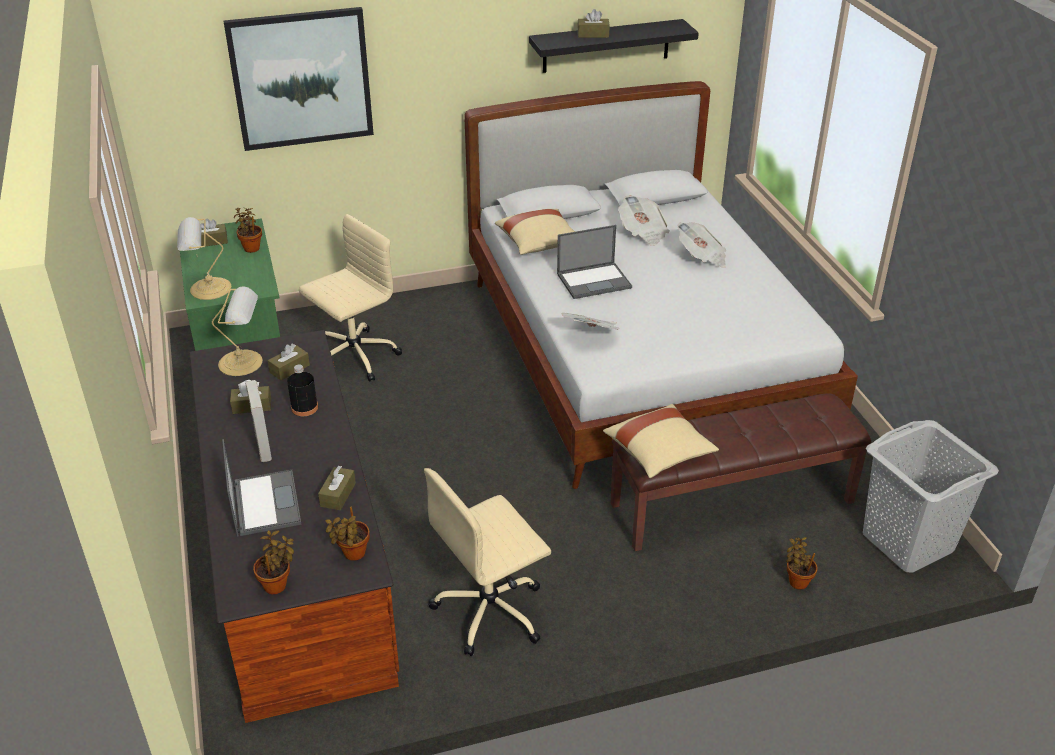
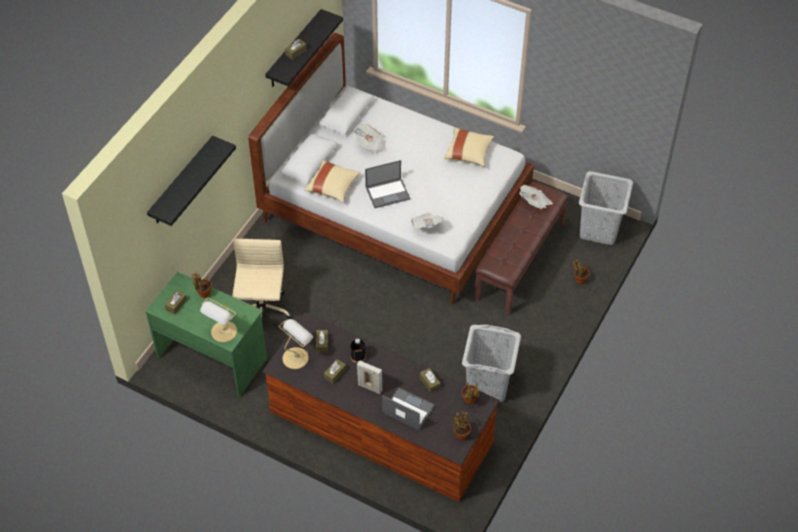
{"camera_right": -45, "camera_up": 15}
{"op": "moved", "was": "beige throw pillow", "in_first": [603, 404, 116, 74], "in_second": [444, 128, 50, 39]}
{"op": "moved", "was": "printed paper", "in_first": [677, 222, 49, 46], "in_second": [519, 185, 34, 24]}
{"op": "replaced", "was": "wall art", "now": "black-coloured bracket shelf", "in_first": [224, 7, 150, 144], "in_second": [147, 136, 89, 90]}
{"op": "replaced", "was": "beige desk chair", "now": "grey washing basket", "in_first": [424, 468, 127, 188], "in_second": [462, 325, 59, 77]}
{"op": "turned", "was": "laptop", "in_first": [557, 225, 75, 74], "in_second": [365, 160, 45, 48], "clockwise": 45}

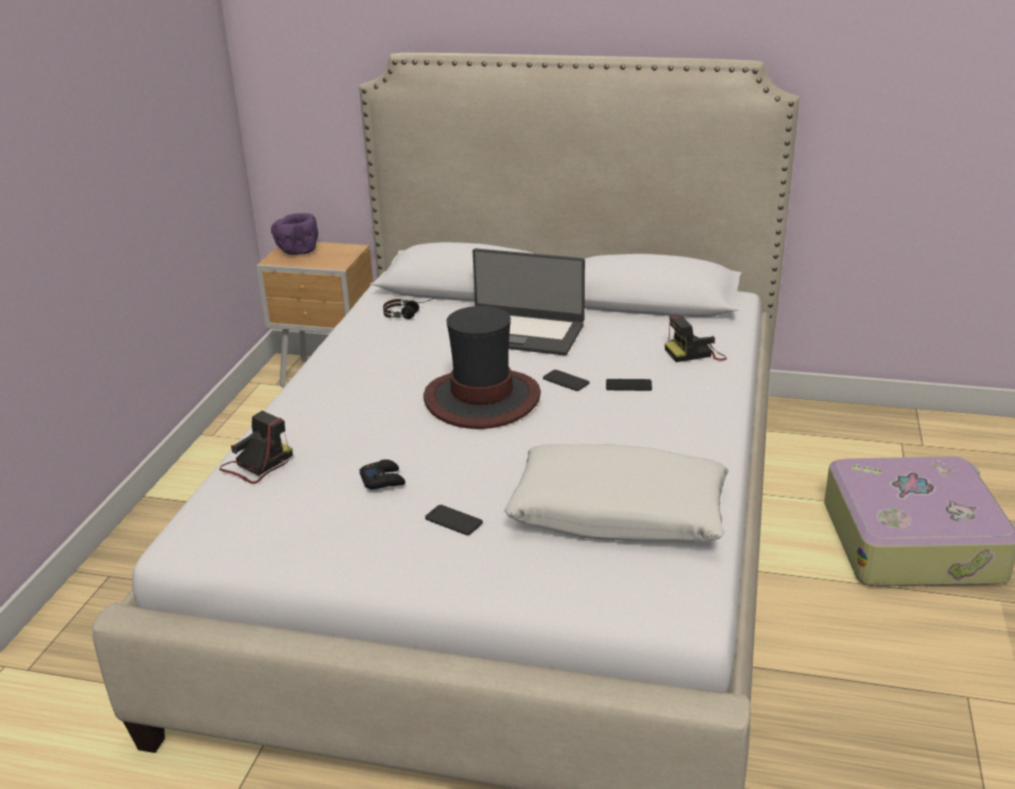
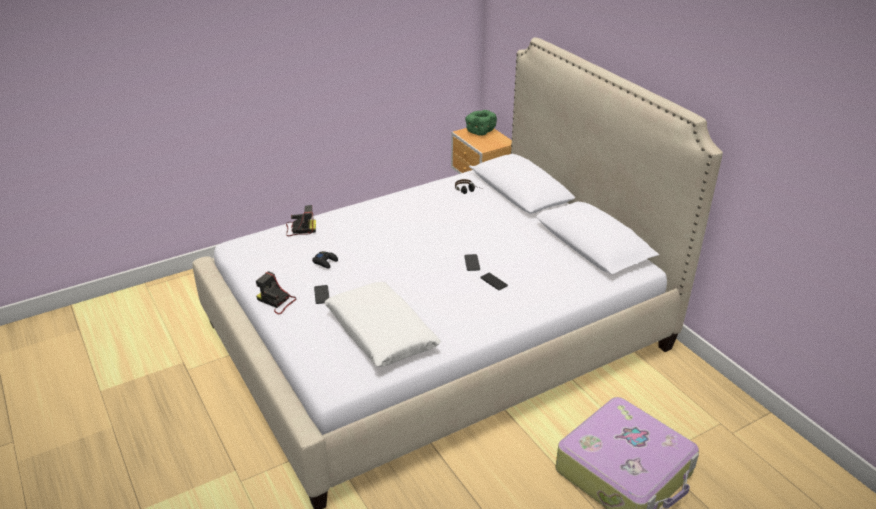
{"camera_right": 45, "camera_up": 5}
{"op": "removed", "was": "hat", "in_first": [423, 306, 118, 123]}
{"op": "removed", "was": "laptop", "in_first": [473, 248, 112, 107]}
{"op": "moved", "was": "still camera", "in_first": [665, 315, 62, 47], "in_second": [256, 271, 40, 43]}
{"op": "recoloured", "was": "purple deep dish", "now": "green-coloured deep dish", "in_first": [271, 213, 47, 42], "in_second": [465, 110, 32, 26]}

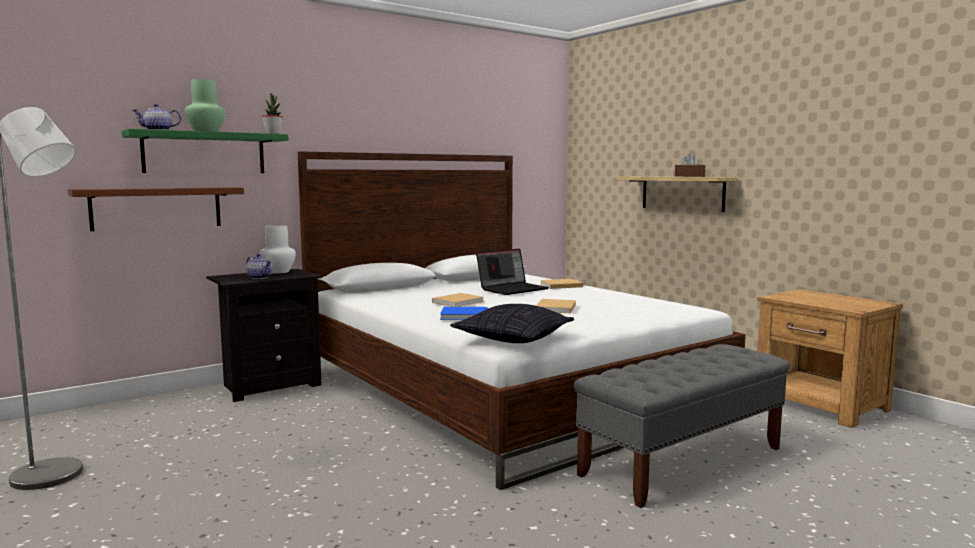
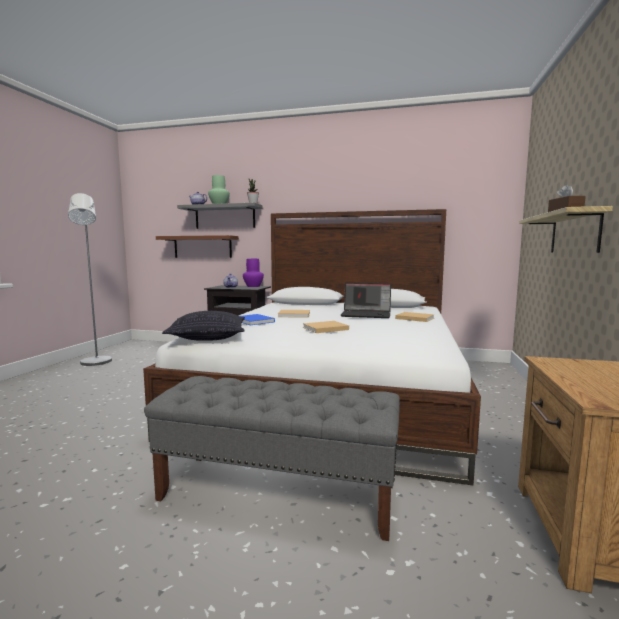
{"camera_right": 50, "camera_up": 0}
{"op": "recoloured", "was": "green-coloured bracket shelf", "now": "grey bracket shelf", "in_first": [122, 129, 167, 44], "in_second": [177, 203, 86, 26]}
{"op": "recoloured", "was": "whitish flower vase", "now": "purple flower vase", "in_first": [259, 225, 37, 49], "in_second": [243, 259, 21, 28]}

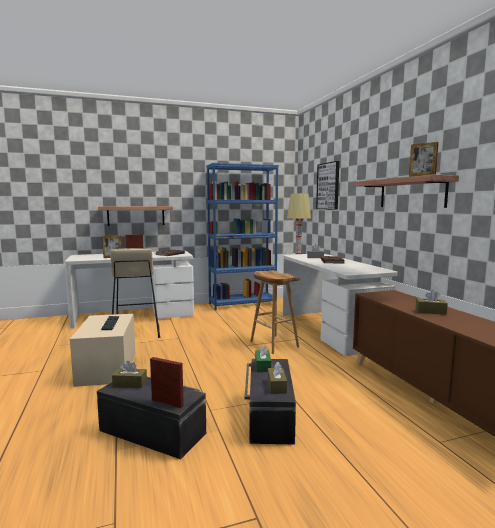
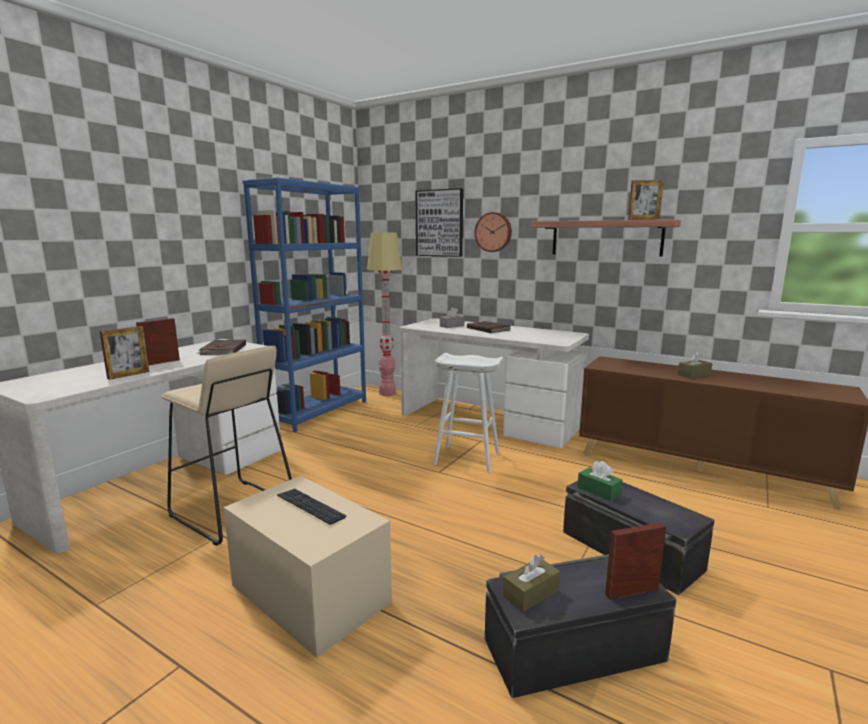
{"camera_right": -40, "camera_up": 5}
{"op": "removed", "was": "bracket shelf", "in_first": [98, 206, 75, 20]}
{"op": "removed", "was": "brown-coloured box of tissues", "in_first": [268, 362, 19, 32]}
{"op": "added", "now": "clock on the wall", "in_second": [474, 212, 38, 40]}
{"op": "recoloured", "was": "brown-coloured stool", "now": "whitish stool", "in_first": [250, 270, 50, 84], "in_second": [434, 353, 69, 120]}

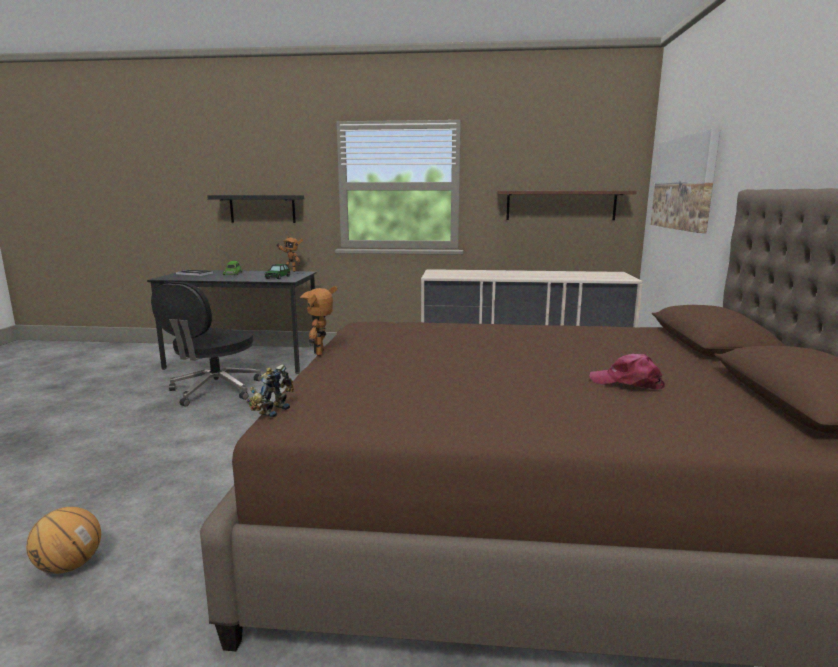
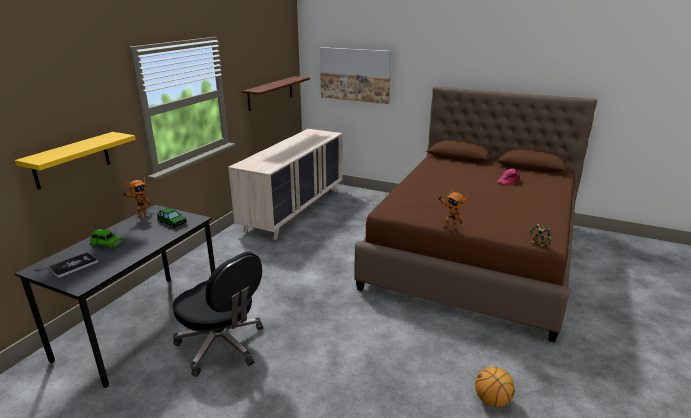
{"camera_right": -70, "camera_up": 10}
{"op": "recoloured", "was": "black-coloured bracket shelf", "now": "yellow bracket shelf", "in_first": [207, 195, 97, 28], "in_second": [15, 132, 121, 58]}

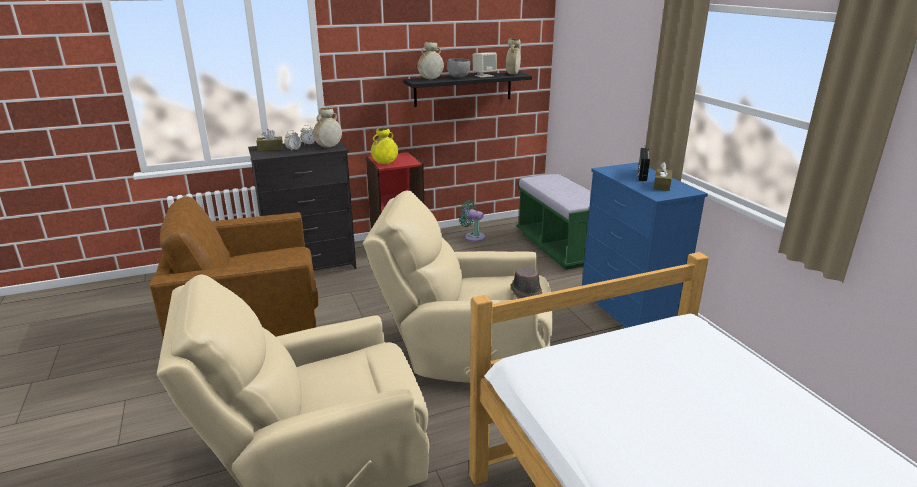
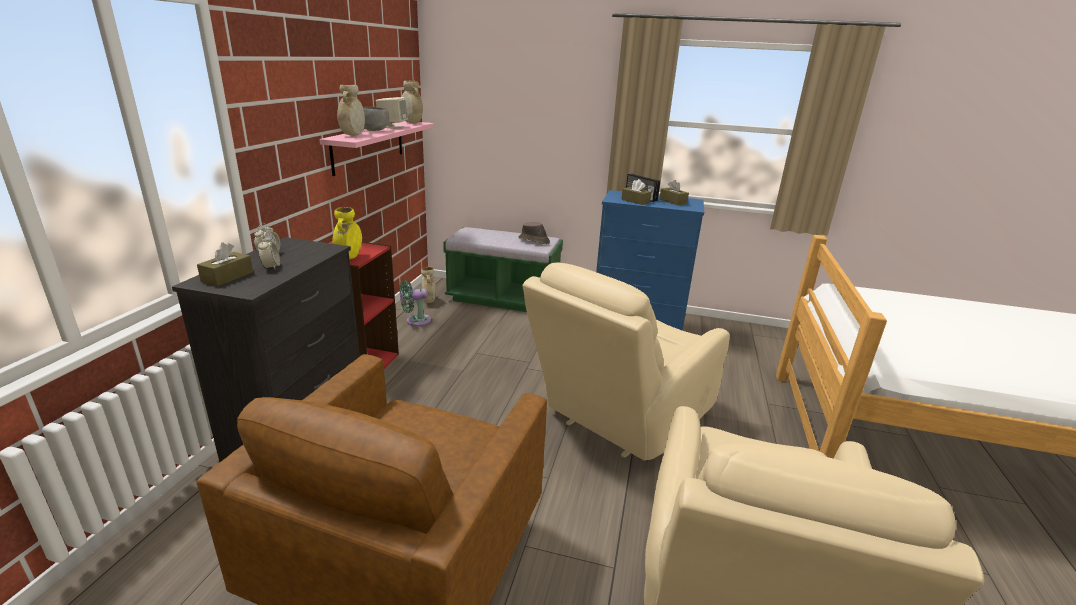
{"camera_right": -55, "camera_up": 0}
{"op": "added", "now": "brown-coloured box of tissues", "in_second": [621, 179, 30, 26]}
{"op": "moved", "was": "beige flower vase", "in_first": [313, 108, 29, 40], "in_second": [421, 267, 15, 36]}
{"op": "moved", "was": "brown-coloured hat", "in_first": [511, 268, 31, 31], "in_second": [519, 222, 31, 22]}
{"op": "recoloured", "was": "black-coloured bracket shelf", "now": "pink bracket shelf", "in_first": [404, 72, 128, 35], "in_second": [319, 121, 115, 55]}

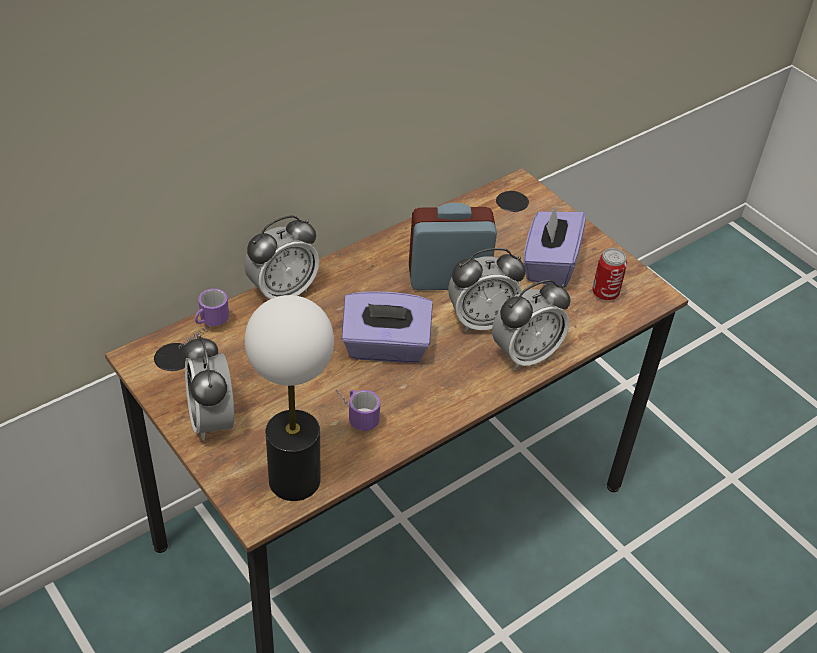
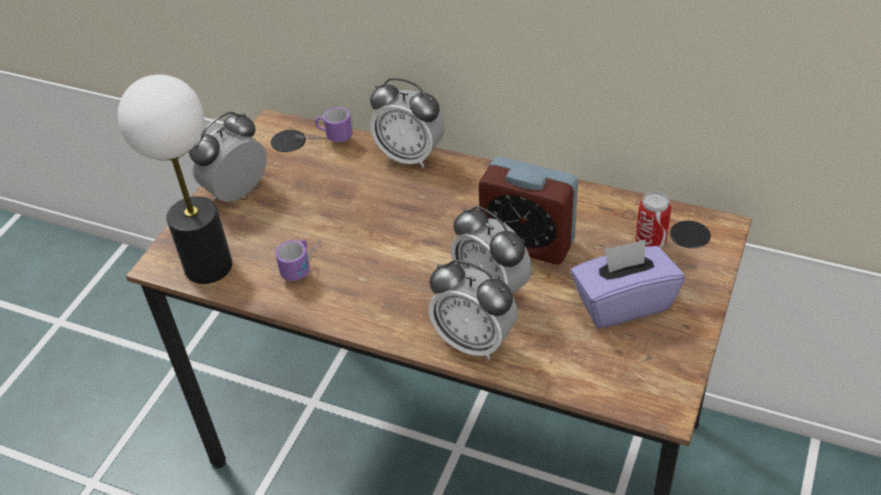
{"camera_right": 65, "camera_up": 0}
{"op": "removed", "was": "purple box of tissues", "in_first": [342, 291, 91, 72]}
{"op": "moved", "was": "metal can", "in_first": [592, 248, 35, 52], "in_second": [635, 191, 36, 57]}
{"op": "turned", "was": "alarm clock", "in_first": [409, 202, 88, 88], "in_second": [479, 157, 99, 107], "clockwise": 150}

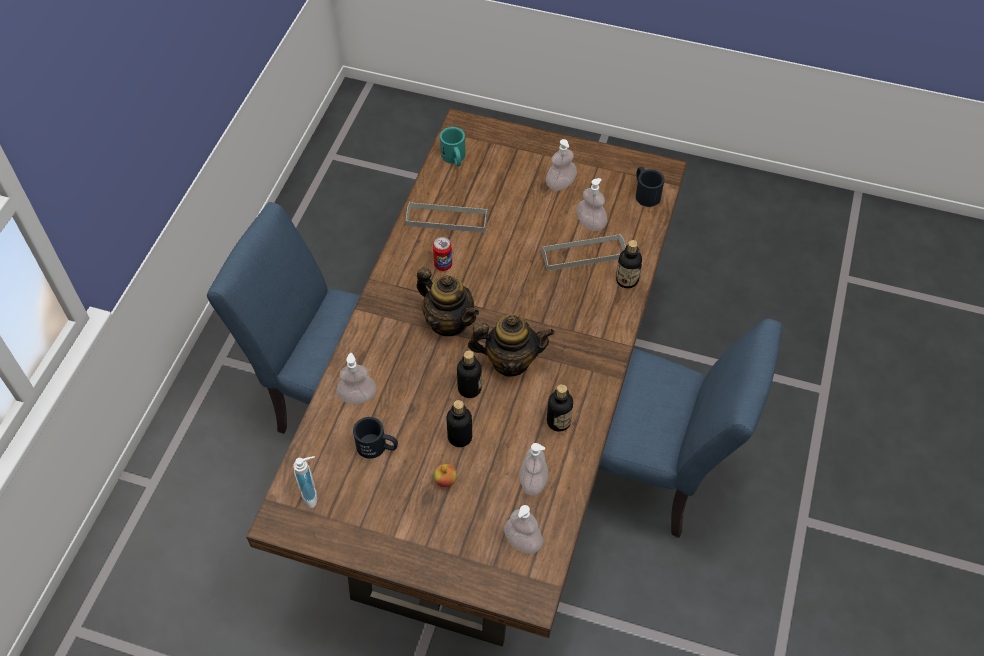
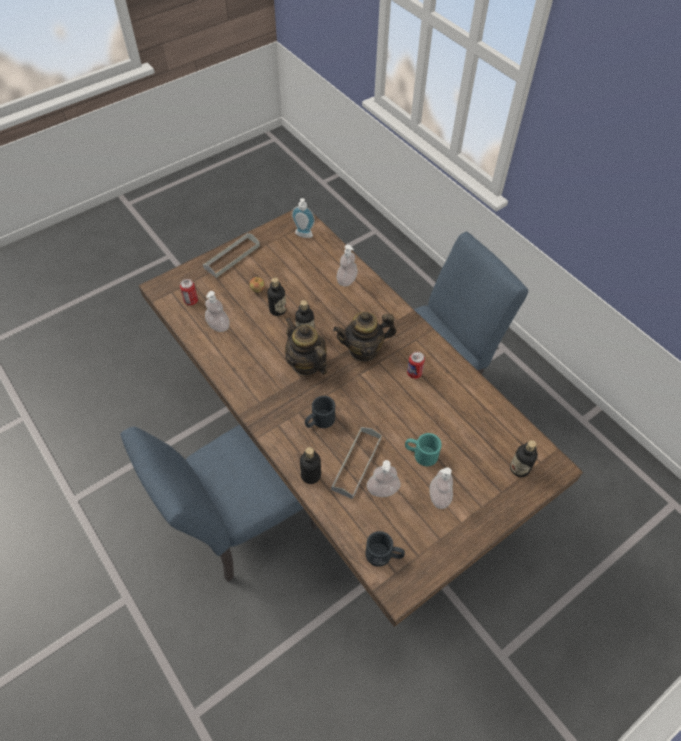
{"camera_right": 125, "camera_up": 0}
{"op": "moved", "was": "black-coloured mug", "in_first": [353, 417, 45, 42], "in_second": [305, 396, 30, 32]}
{"op": "moved", "was": "grey tray", "in_first": [406, 202, 82, 31], "in_second": [203, 233, 57, 45]}
{"op": "moved", "was": "turquoise mug", "in_first": [440, 127, 25, 39], "in_second": [405, 433, 37, 33]}
{"op": "moved", "was": "drink bottle", "in_first": [547, 384, 26, 48], "in_second": [510, 440, 28, 37]}
{"op": "replaced", "was": "liquid soap bottle", "now": "metal can", "in_first": [504, 505, 39, 49], "in_second": [180, 279, 18, 27]}
{"op": "turned", "was": "pot for tea", "in_first": [468, 314, 86, 63], "in_second": [285, 317, 42, 59], "clockwise": 105}

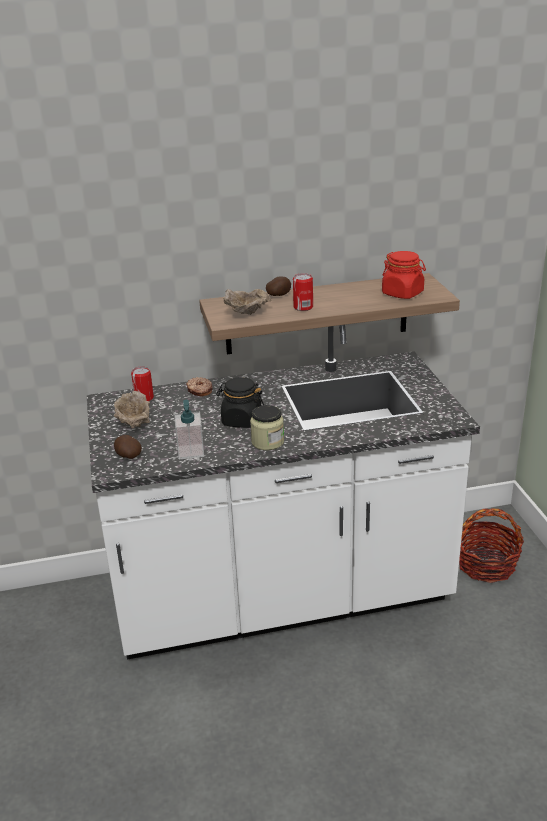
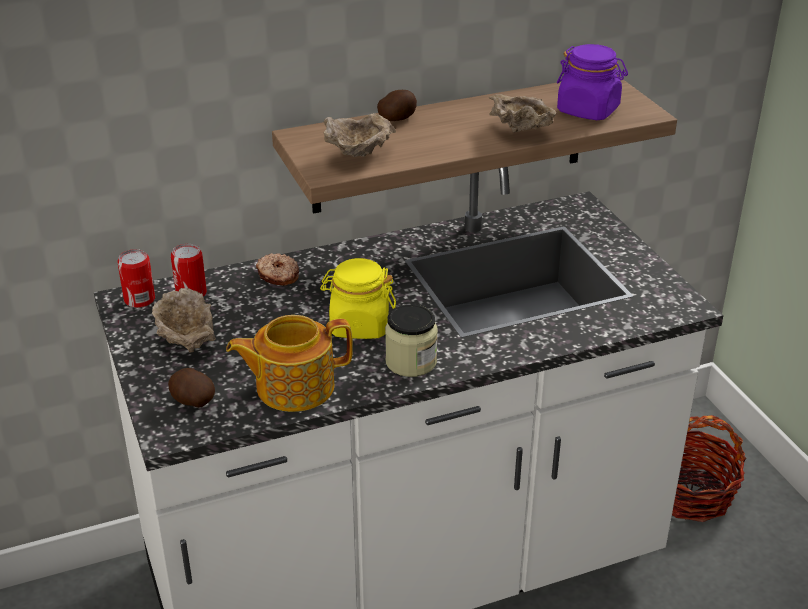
{"camera_right": -10, "camera_up": 5}
{"op": "added", "now": "beige deep dish", "in_second": [489, 94, 67, 38]}
{"op": "moved", "was": "metal can", "in_first": [293, 273, 20, 38], "in_second": [117, 249, 38, 59]}
{"op": "replaced", "was": "liquid soap bottle", "now": "pot for tea", "in_first": [174, 400, 30, 60], "in_second": [226, 315, 127, 97]}
{"op": "recoloured", "was": "black-coloured storage jar", "now": "yellow storage jar", "in_first": [216, 377, 48, 51], "in_second": [320, 258, 76, 81]}
{"op": "recoloured", "was": "red storage jar", "now": "purple storage jar", "in_first": [382, 251, 44, 48], "in_second": [557, 44, 71, 76]}

